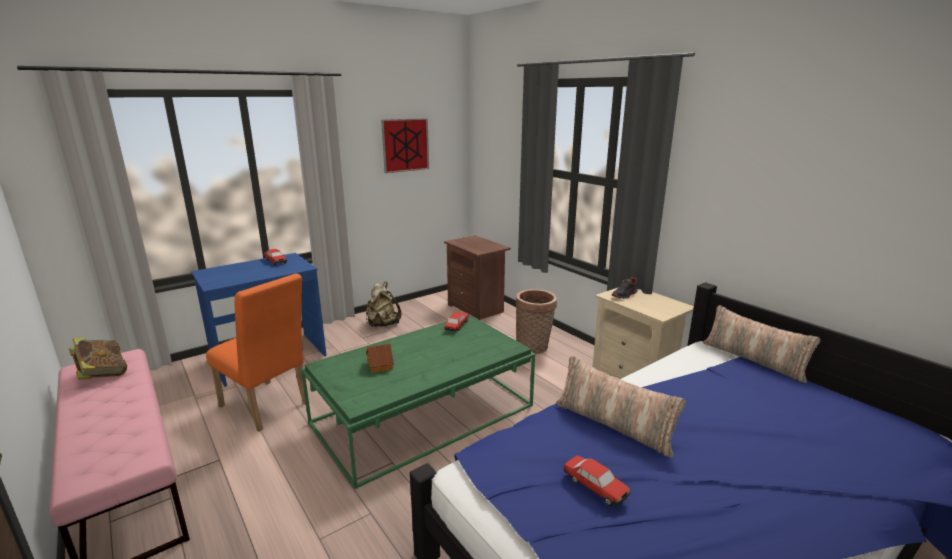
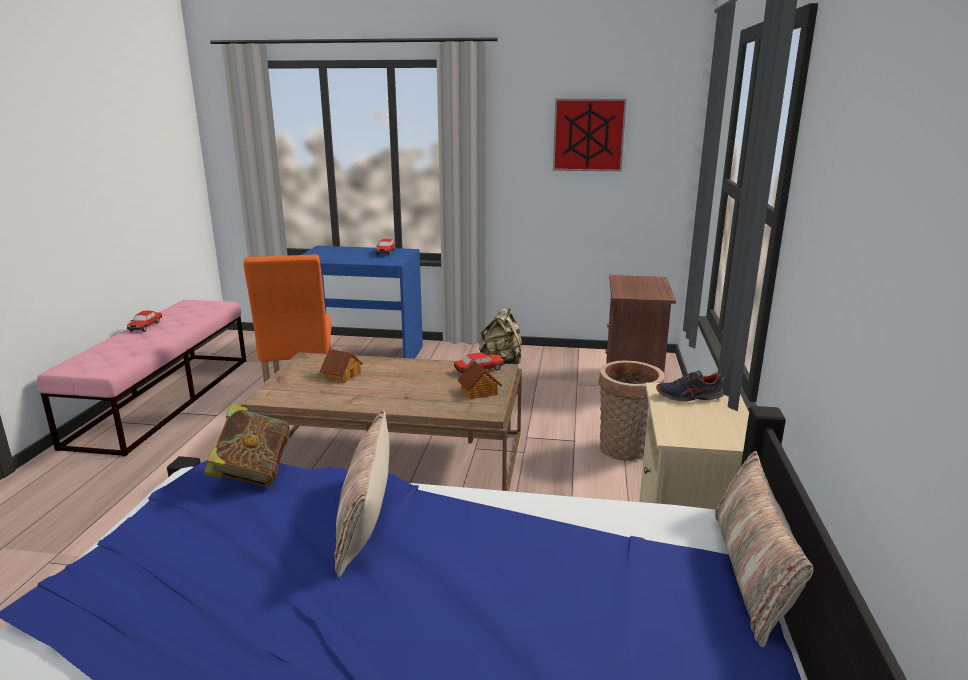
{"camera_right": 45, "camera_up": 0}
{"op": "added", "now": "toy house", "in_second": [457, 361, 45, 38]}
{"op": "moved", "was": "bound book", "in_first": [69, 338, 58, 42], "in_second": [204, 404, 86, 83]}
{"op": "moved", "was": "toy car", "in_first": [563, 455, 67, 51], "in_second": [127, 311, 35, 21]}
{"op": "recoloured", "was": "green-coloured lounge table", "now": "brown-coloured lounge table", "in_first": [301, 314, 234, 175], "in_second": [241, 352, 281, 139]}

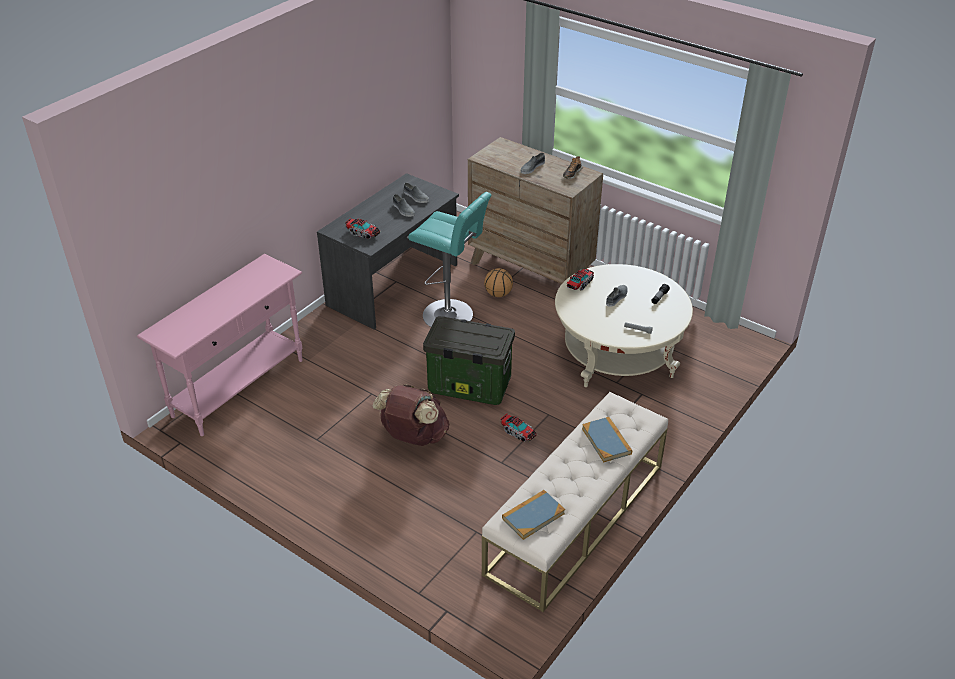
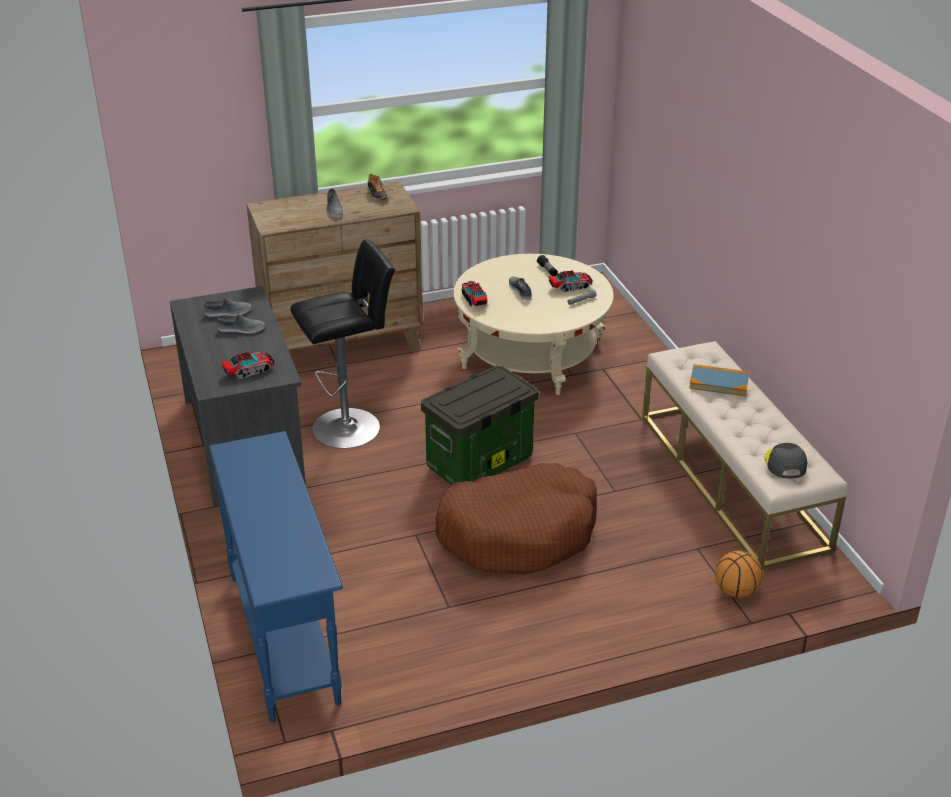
{"camera_right": -55, "camera_up": -5}
{"op": "moved", "was": "ball for basketball", "in_first": [484, 268, 29, 29], "in_second": [715, 551, 48, 47]}
{"op": "moved", "was": "toy lorry", "in_first": [501, 414, 36, 28], "in_second": [549, 270, 44, 22]}
{"op": "replaced", "was": "brown-coloured knapsack", "now": "brown-coloured pet bed", "in_first": [373, 384, 76, 62], "in_second": [435, 463, 162, 112]}
{"op": "replaced", "was": "bound book", "now": "grey baseball cap", "in_first": [502, 490, 63, 50], "in_second": [765, 443, 43, 35]}
{"op": "recoloured", "was": "pink hall table", "now": "blue hall table", "in_first": [137, 254, 166, 182], "in_second": [209, 431, 134, 291]}
{"op": "recoloured", "was": "turquoise stool", "now": "black-coloured stool", "in_first": [408, 192, 84, 135], "in_second": [291, 239, 104, 210]}

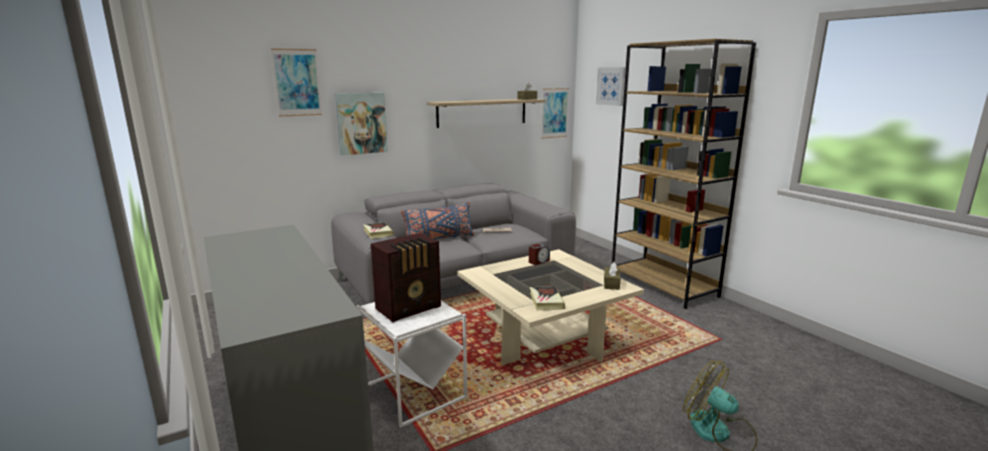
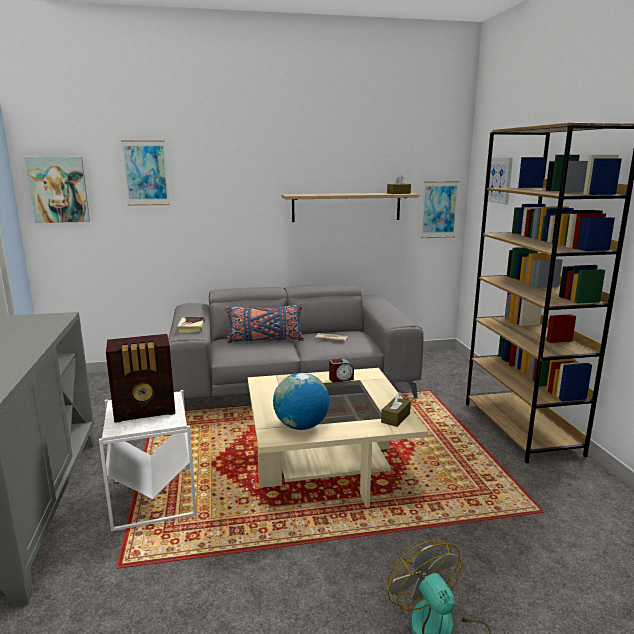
{"camera_right": 20, "camera_up": 0}
{"op": "moved", "was": "wall art", "in_first": [335, 93, 53, 62], "in_second": [25, 157, 65, 66]}
{"op": "replaced", "was": "bound book", "now": "desk globe", "in_first": [530, 286, 35, 24], "in_second": [273, 373, 57, 57]}

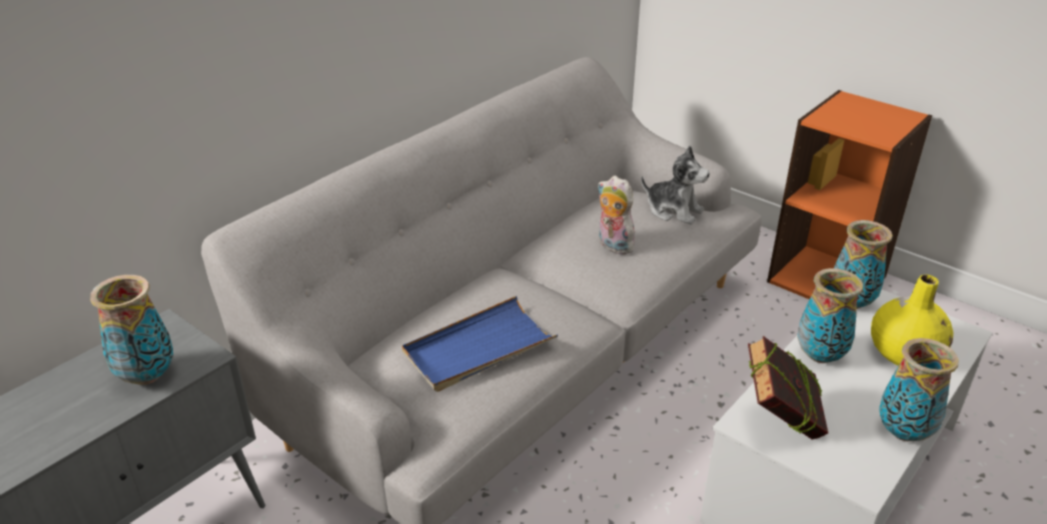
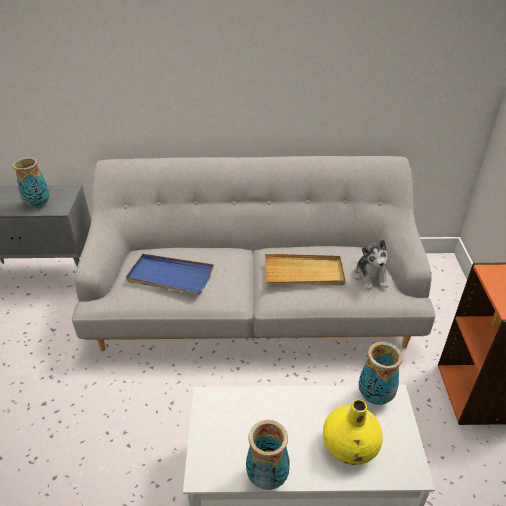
{"camera_right": 50, "camera_up": 5}
{"op": "removed", "was": "bound book", "in_first": [748, 336, 80, 103]}
{"op": "removed", "was": "flower vase", "in_first": [797, 268, 66, 95]}
{"op": "replaced", "was": "plush toy", "now": "beige tray", "in_first": [597, 176, 38, 78], "in_second": [265, 254, 80, 31]}

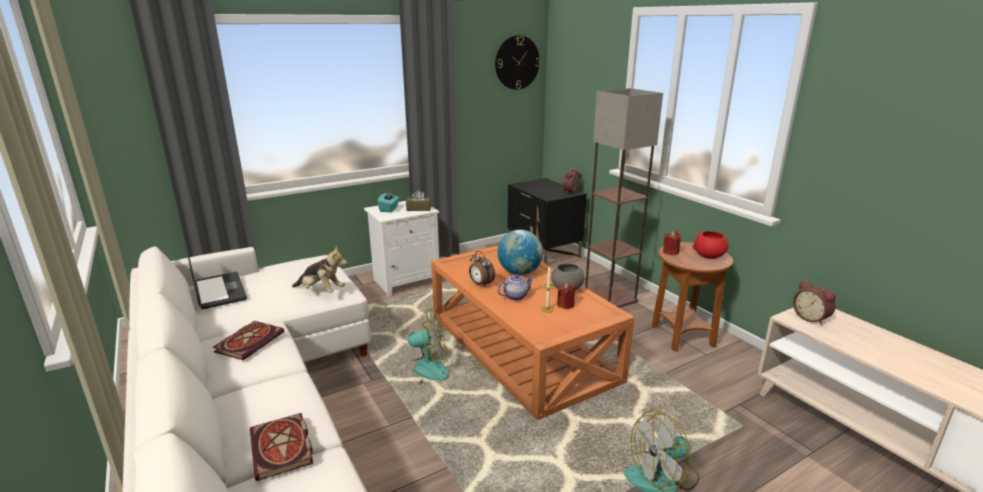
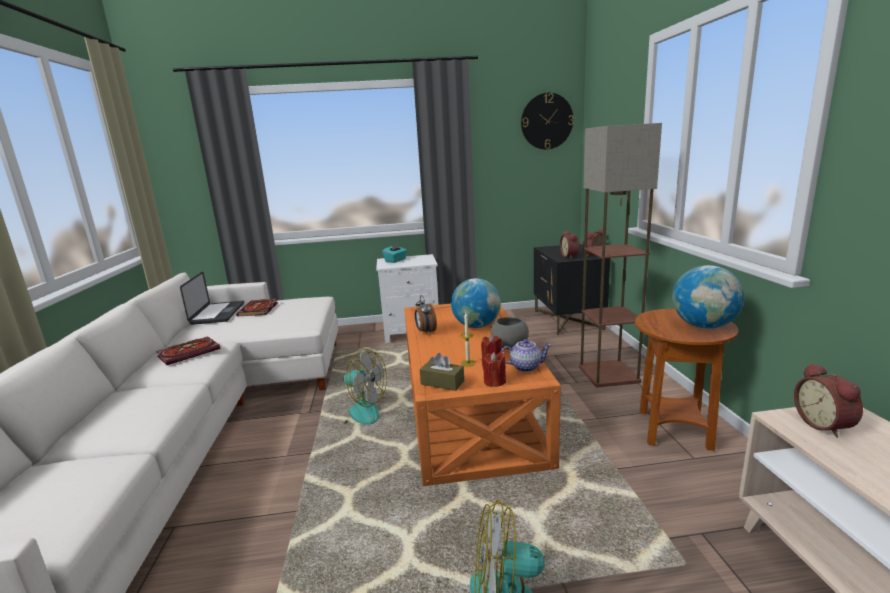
{"camera_right": 25, "camera_up": -5}
{"op": "removed", "was": "plush toy", "in_first": [292, 246, 56, 47]}
{"op": "added", "now": "alarm clock", "in_second": [560, 231, 19, 28]}
{"op": "moved", "was": "bound book", "in_first": [250, 413, 63, 68], "in_second": [236, 299, 42, 17]}
{"op": "moved", "was": "brown-coloured box of tissues", "in_first": [406, 190, 25, 21], "in_second": [420, 353, 44, 38]}
{"op": "moved", "was": "pot for tea", "in_first": [497, 274, 37, 27], "in_second": [501, 339, 51, 33]}
{"op": "moved", "was": "red wax light", "in_first": [663, 231, 18, 24], "in_second": [482, 352, 24, 35]}
{"op": "replaced", "was": "red deep dish", "now": "desk globe", "in_first": [692, 231, 36, 28], "in_second": [672, 265, 73, 64]}

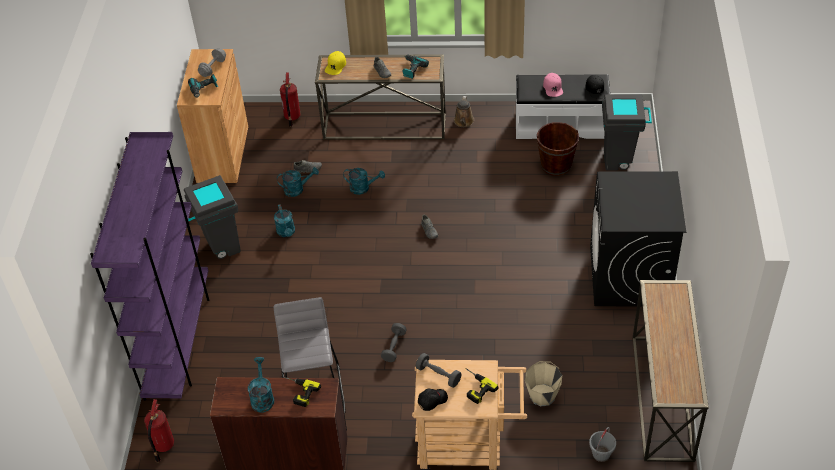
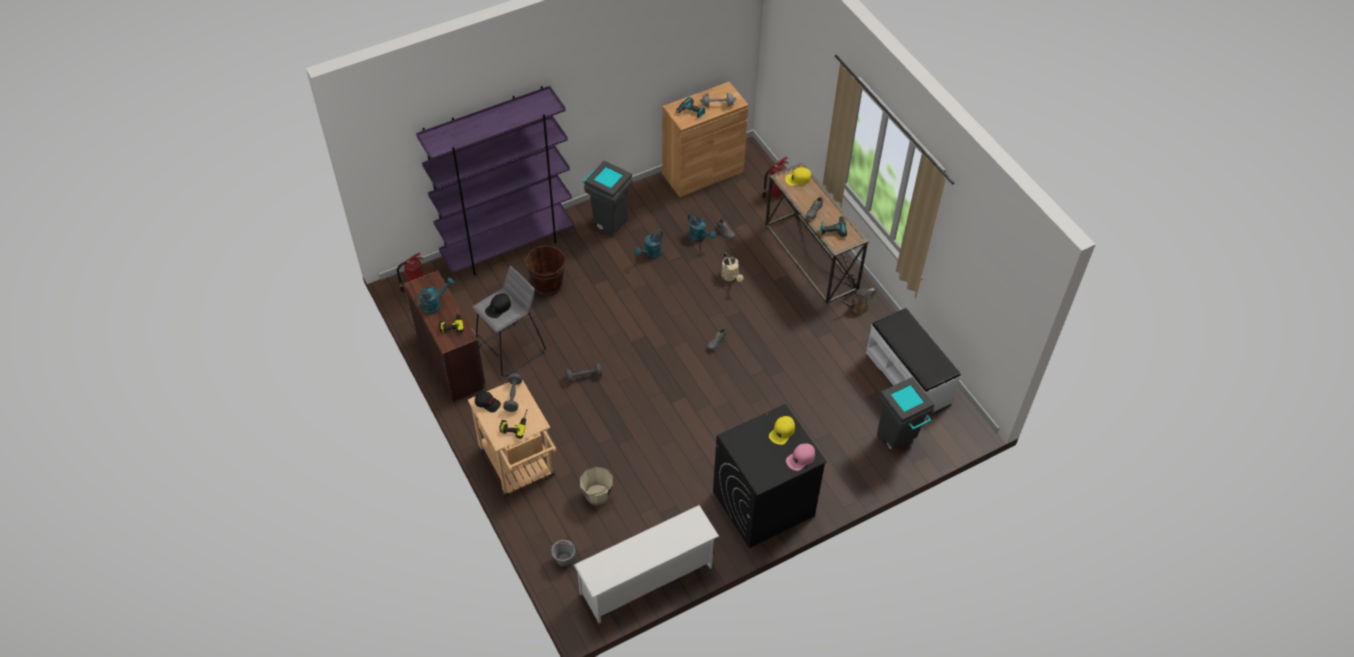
{"camera_right": 55, "camera_up": 5}
{"op": "added", "now": "yellow baseball cap", "in_second": [769, 416, 26, 29]}
{"op": "moved", "was": "brown-coloured bucket", "in_first": [537, 122, 42, 54], "in_second": [526, 246, 39, 50]}
{"op": "moved", "was": "pink baseball cap", "in_first": [543, 73, 20, 24], "in_second": [786, 443, 29, 28]}
{"op": "moved", "was": "black-coloured baseball cap", "in_first": [586, 75, 22, 24], "in_second": [485, 294, 26, 24]}
{"op": "replaced", "was": "hall table", "now": "whitish shoe rack", "in_first": [633, 280, 76, 182], "in_second": [574, 505, 145, 119]}
{"op": "recoloured", "was": "turquoise watering can", "now": "beige watering can", "in_first": [343, 168, 42, 27], "in_second": [721, 252, 22, 30]}

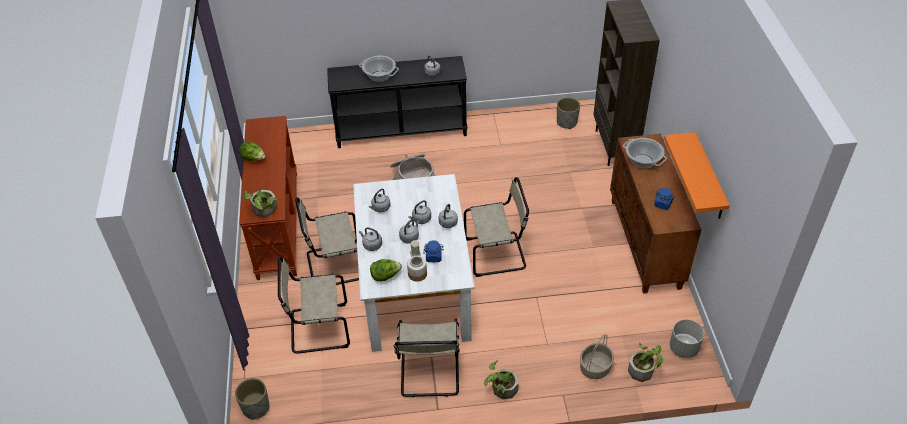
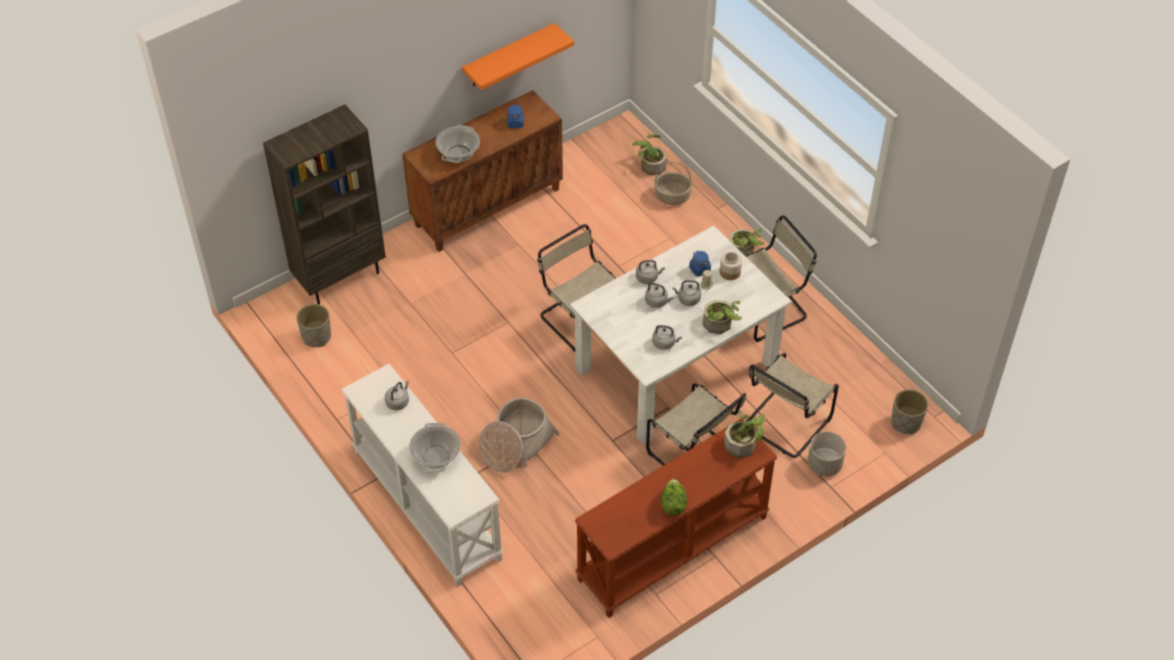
{"camera_right": -120, "camera_up": 5}
{"op": "removed", "was": "head of lettuce", "in_first": [370, 259, 32, 23]}
{"op": "moved", "was": "grey plant pot", "in_first": [670, 319, 34, 39], "in_second": [808, 431, 38, 46]}
{"op": "replaced", "was": "grey kettle", "now": "houseplant", "in_first": [359, 227, 23, 24], "in_second": [703, 300, 39, 34]}
{"op": "recoloured", "was": "black-coloured hall table", "now": "whitish hall table", "in_first": [327, 56, 141, 92], "in_second": [342, 364, 161, 223]}
{"op": "turned", "was": "beige plain chair", "in_first": [278, 257, 72, 97], "in_second": [746, 353, 93, 105], "clockwise": 75}

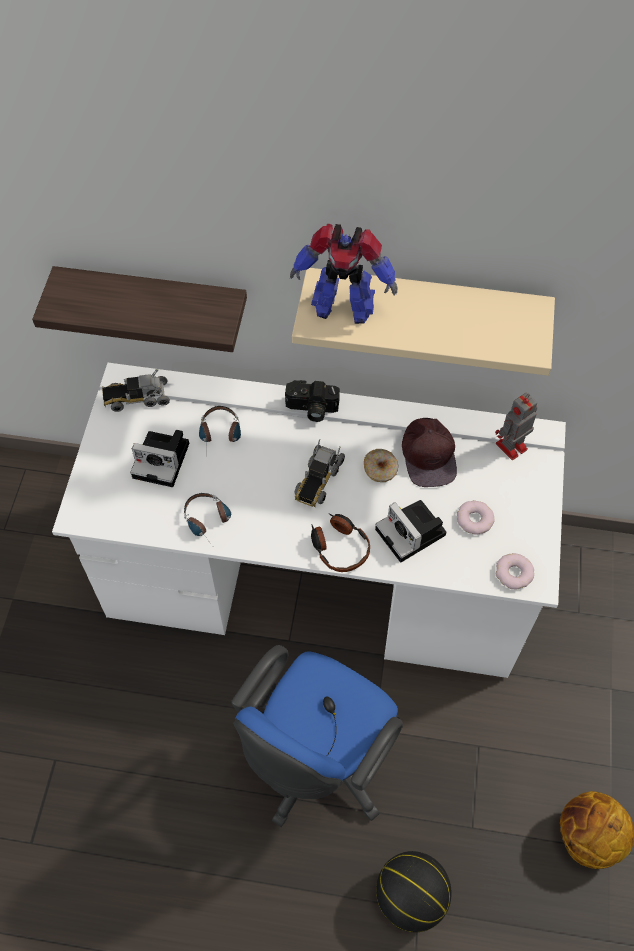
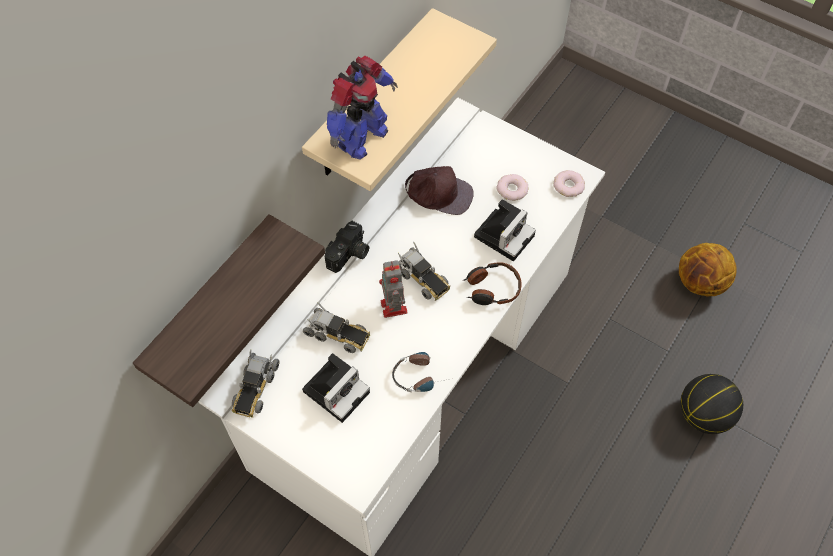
{"camera_right": -65, "camera_up": 0}
{"op": "removed", "was": "blue desk chair", "in_first": [231, 645, 172, 182]}
{"op": "removed", "was": "donut", "in_first": [364, 449, 35, 33]}
{"op": "moved", "was": "robot figure", "in_first": [495, 392, 42, 68], "in_second": [379, 260, 29, 58]}
{"op": "replaced", "was": "headset", "now": "toy lorry", "in_first": [199, 406, 42, 52], "in_second": [303, 302, 67, 51]}
{"op": "turned", "was": "still camera", "in_first": [375, 500, 72, 62], "in_second": [474, 199, 62, 62], "clockwise": -45}

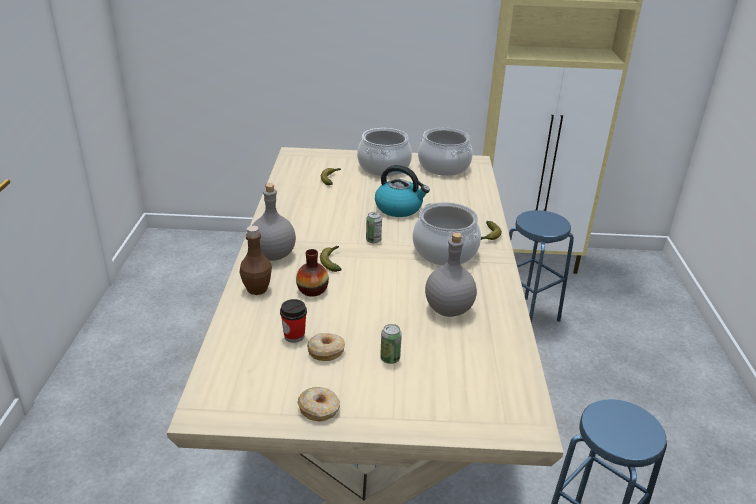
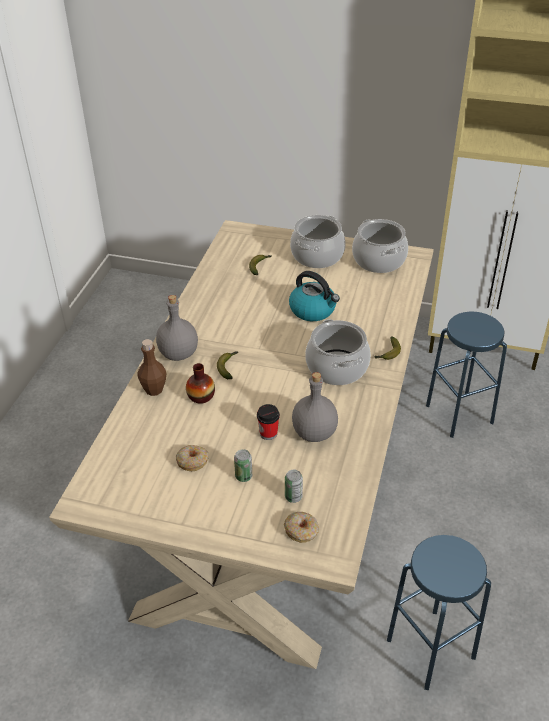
{"camera_right": 15, "camera_up": 10}
{"op": "moved", "was": "small cup", "in_first": [280, 299, 27, 44], "in_second": [257, 404, 23, 36]}
{"op": "moved", "was": "donut", "in_first": [297, 387, 43, 34], "in_second": [284, 512, 35, 31]}
{"op": "moved", "was": "metal can", "in_first": [366, 212, 16, 32], "in_second": [285, 470, 18, 33]}

